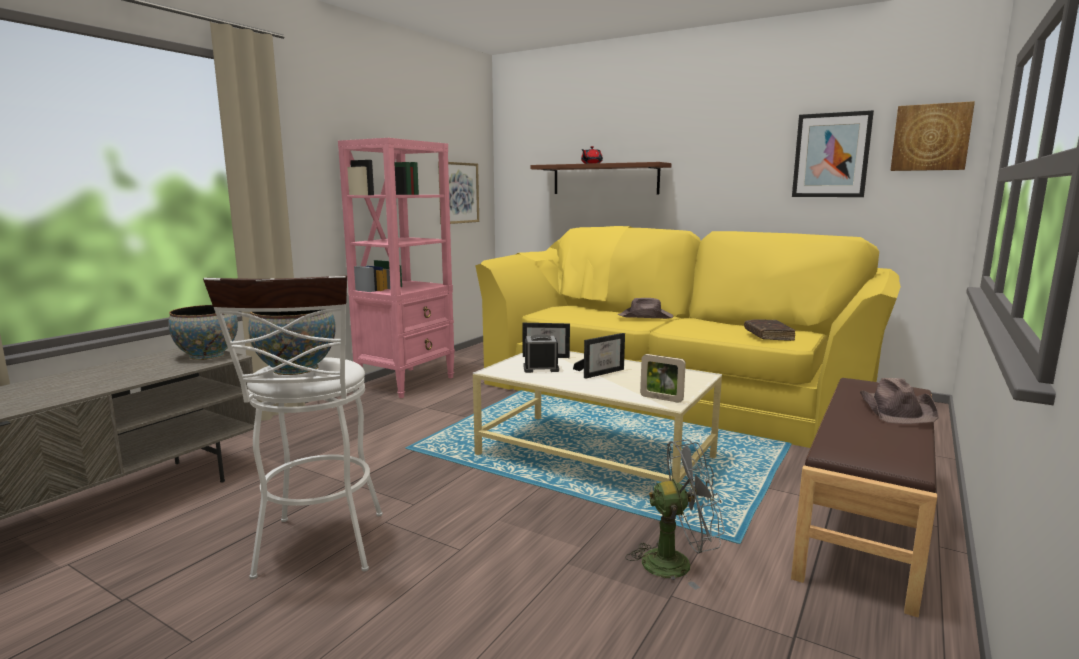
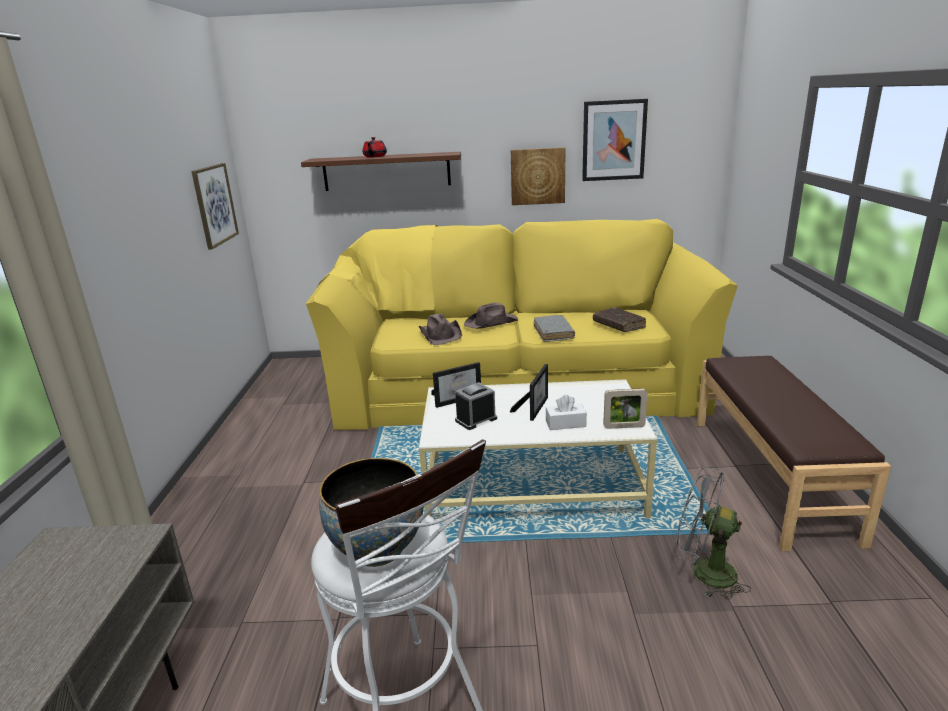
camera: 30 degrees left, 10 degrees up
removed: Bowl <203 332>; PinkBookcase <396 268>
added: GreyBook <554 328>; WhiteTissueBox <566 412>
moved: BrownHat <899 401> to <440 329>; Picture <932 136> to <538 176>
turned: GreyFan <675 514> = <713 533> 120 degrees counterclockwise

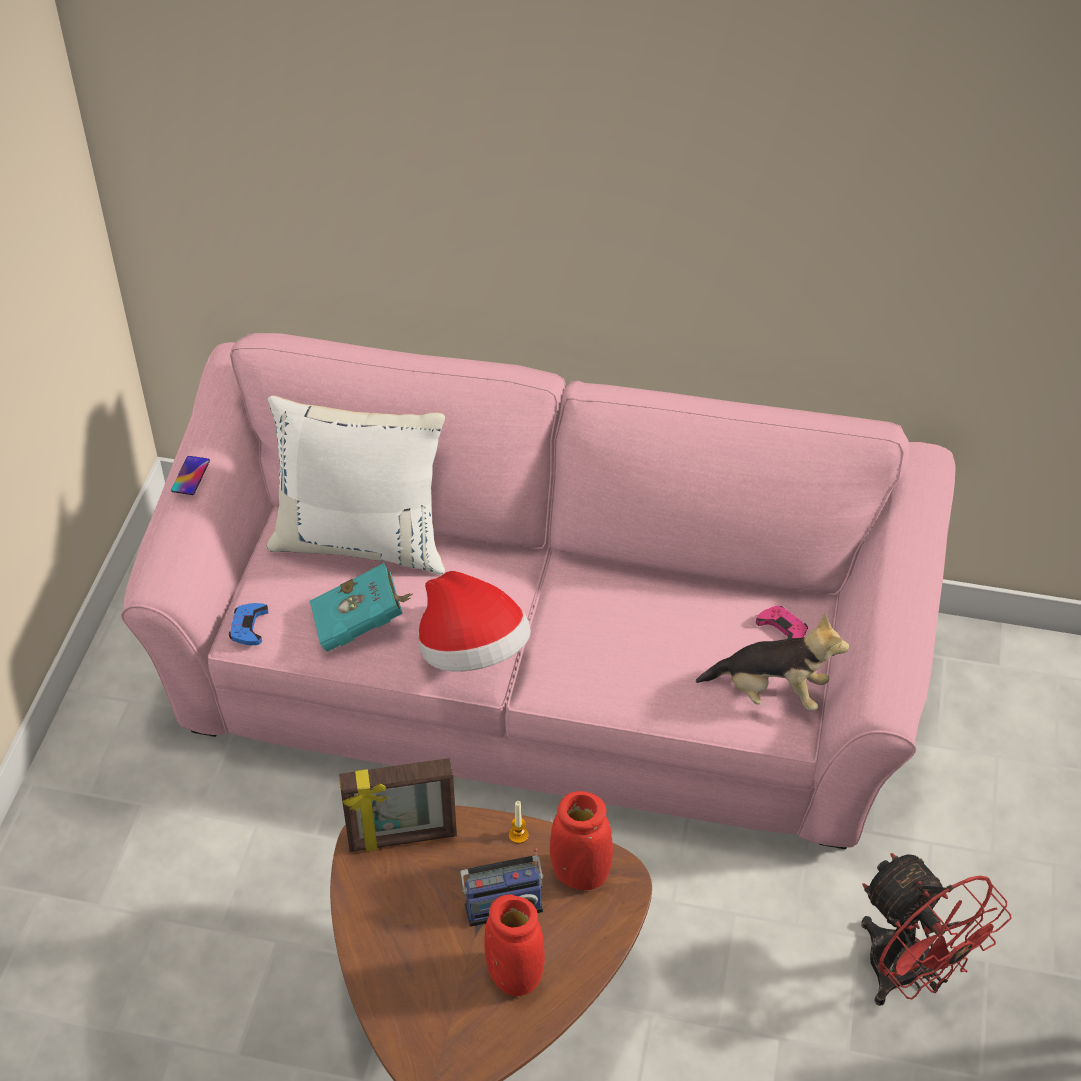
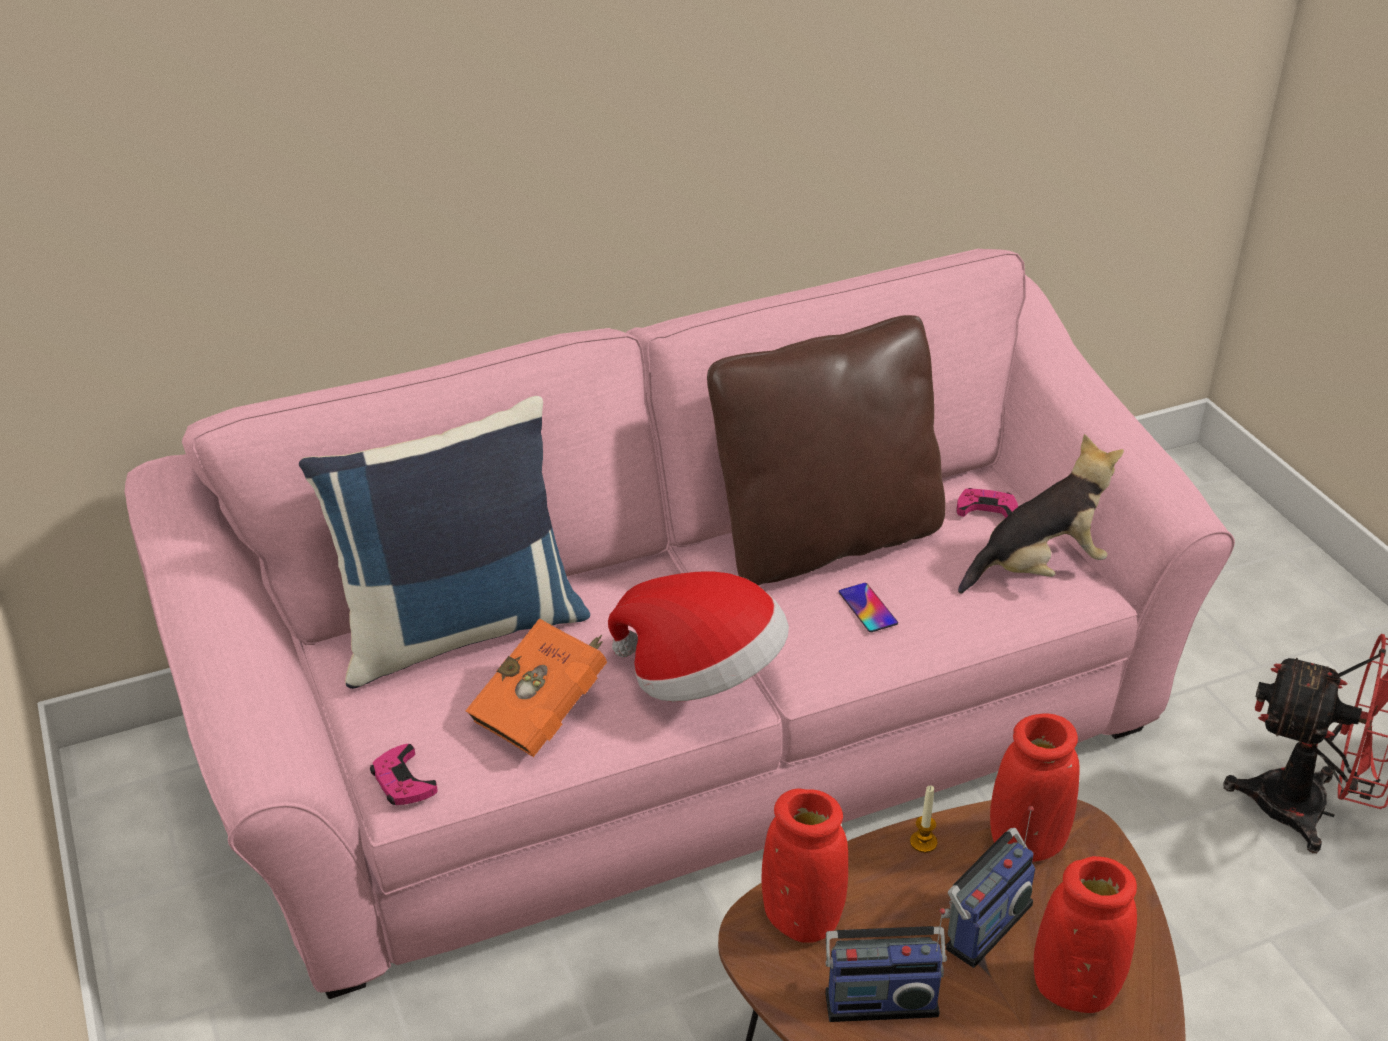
camera: 35 degrees left, 10 degrees down
added: BrownPillow <826 450>; Radio <886 965>
moved: Phone <190 475> to <868 607>
replaced: PictureFrame <398 805> to RedVase <805 866>
recoloured: BlueGameController <248 624> to PinkGameController <404 774>; WhitePillow <355 484> to BluePillow <444 542>; TurquoiseBook <361 607> to OrangeBook <536 687>

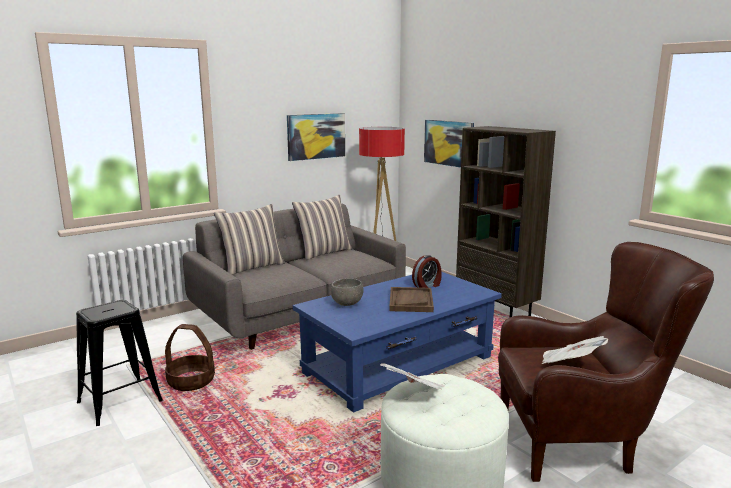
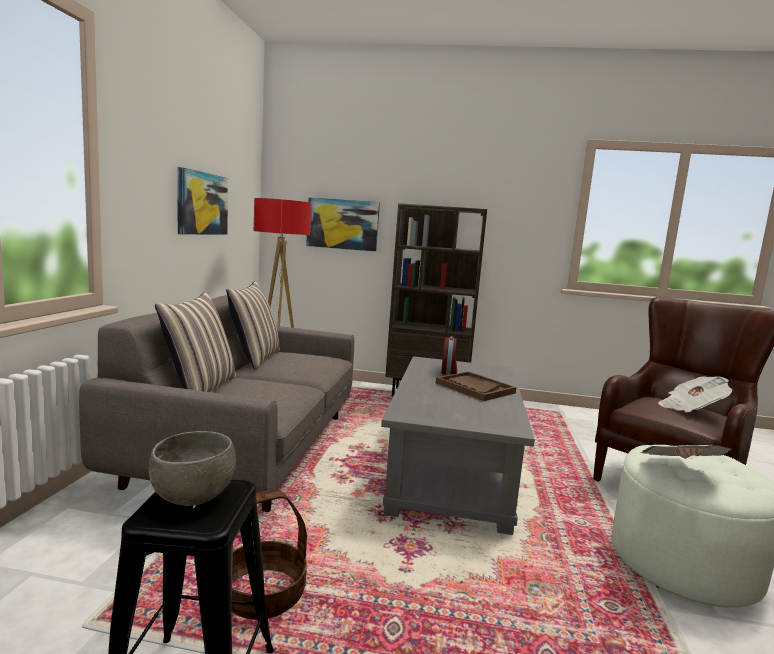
camera: 45 degrees left, 5 degrees down
moved: GreyBowl <347 292> to <192 468>
recoloured: BlueCoffeeTable <397 342> to GreyCoffeeTable <458 445>

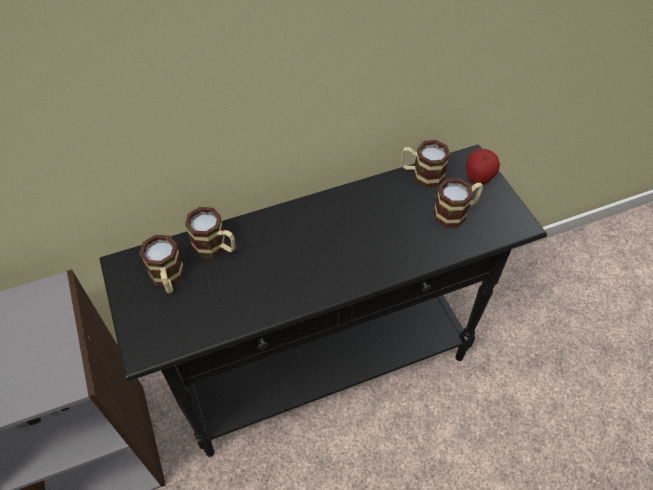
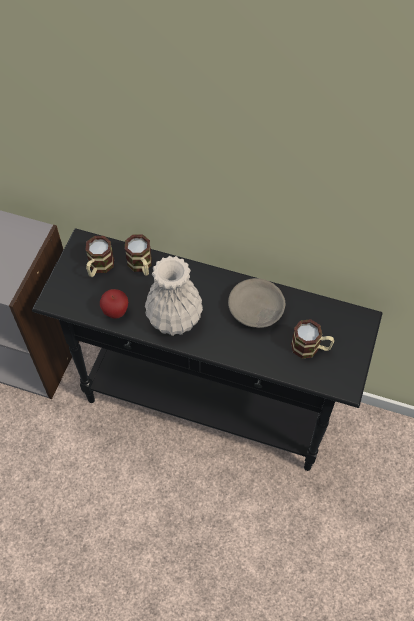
camera: 40 degrees right, 5 degrees up
removed: Mug <425 164>
added: WhiteVase <174 296>; GreyBowl <256 303>
moved: Apple <483 167> to <114 304>

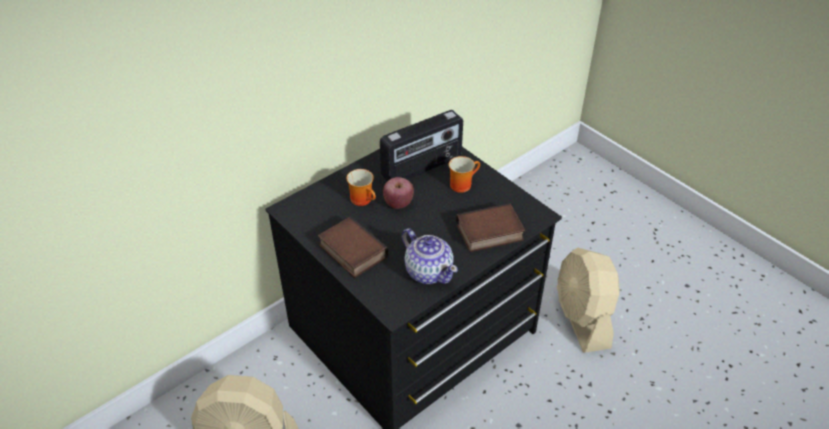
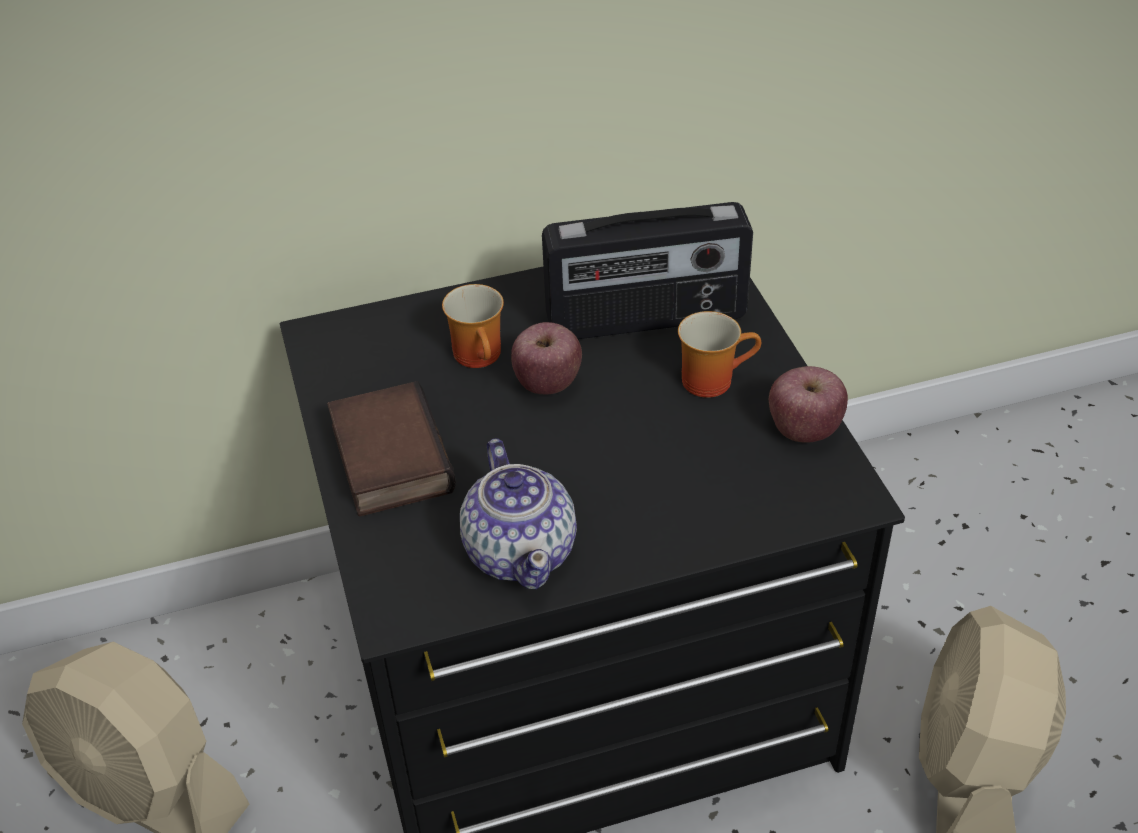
camera: 25 degrees right, 0 degrees up
removed: Book <490 227>
added: Apple <808 404>

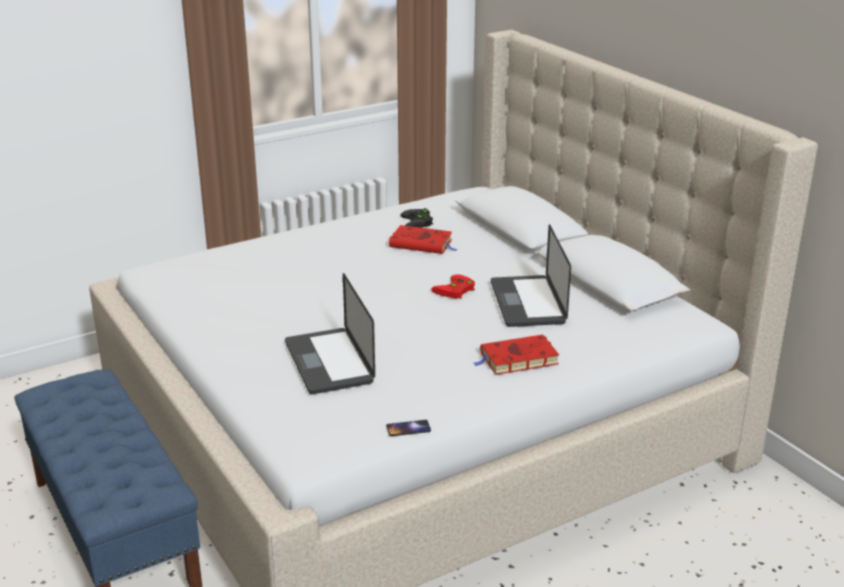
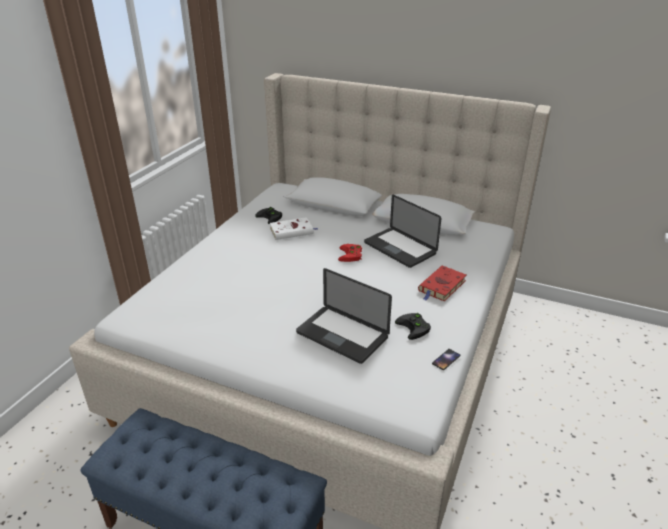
camera: 35 degrees left, 5 degrees up
added: BlackGameController <413 326>
recoloured: RedBook <423 239> to WhiteBook <294 228>

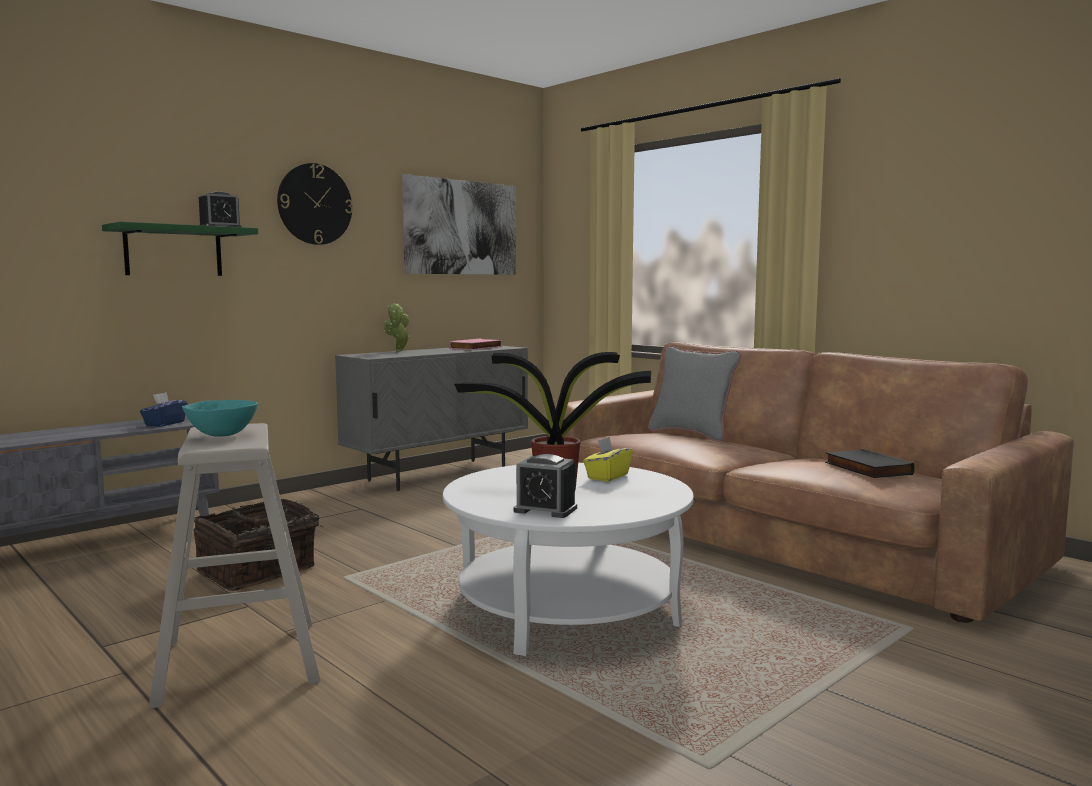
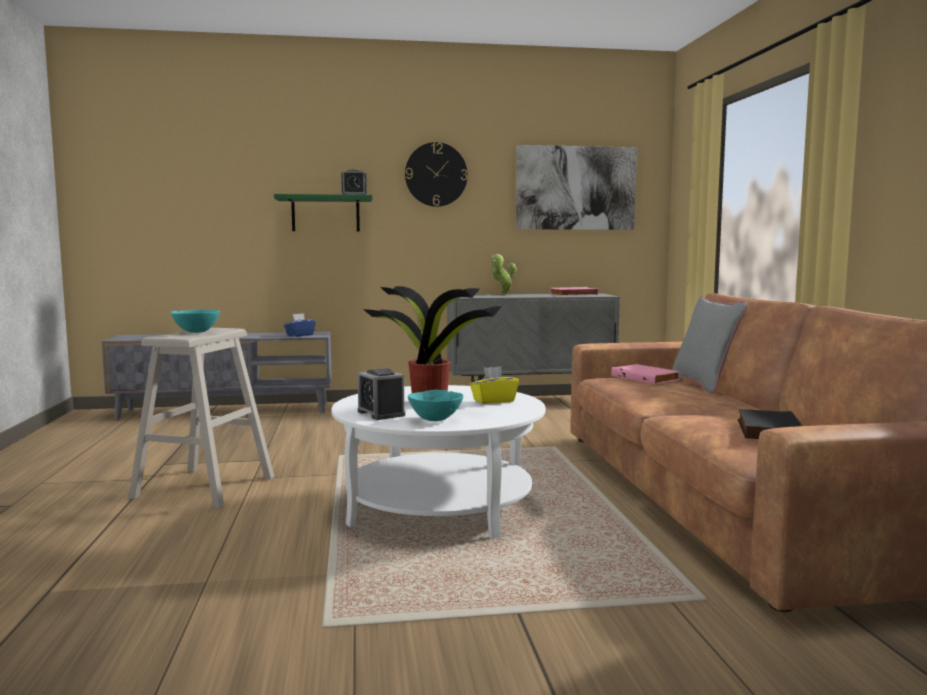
camera: 35 degrees right, 0 degrees up
removed: Basket <258 544>
added: TurquoiseBowl <435 405>; PinkBook <645 374>

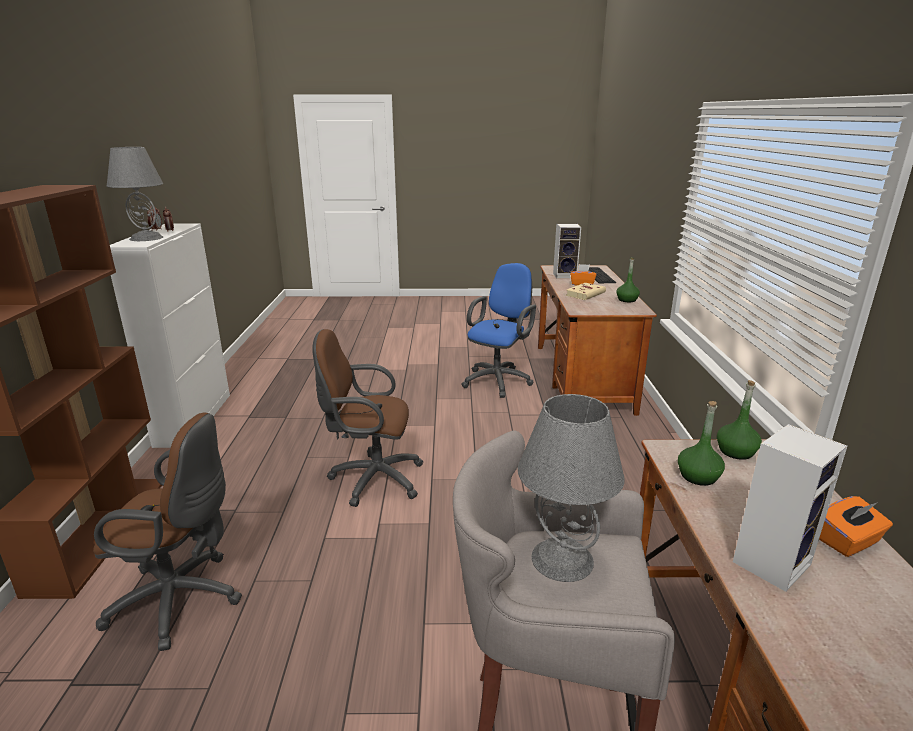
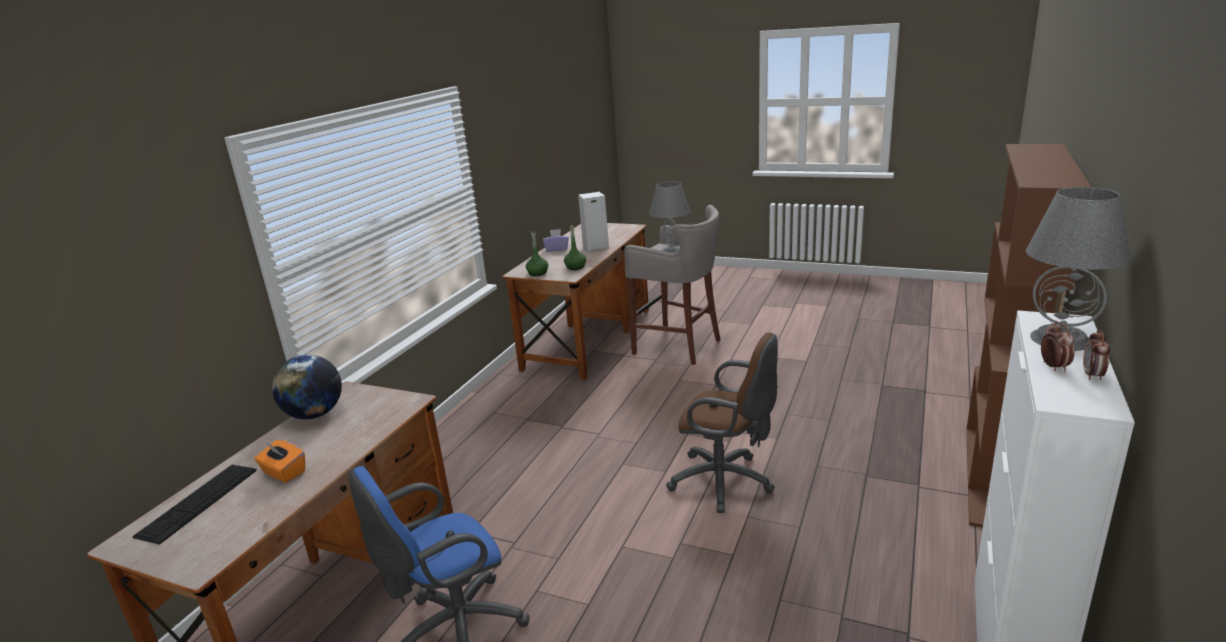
camera: 155 degrees left, 0 degrees up
removed: BrownOfficeChair <167 532>; Speaker <567 251>; BeigeBook <586 291>
replaced: GreenBottle <628 280> to Globe <307 387>
recoloured: OrangeTissueBox <856 526> to PurpleTissueBox <556 240>

